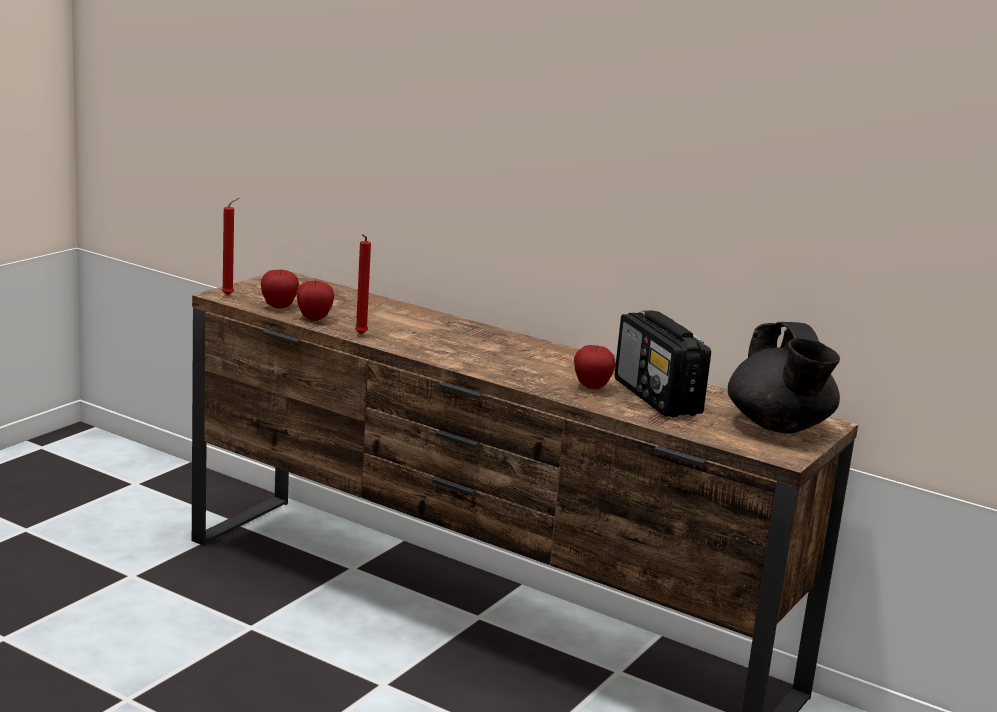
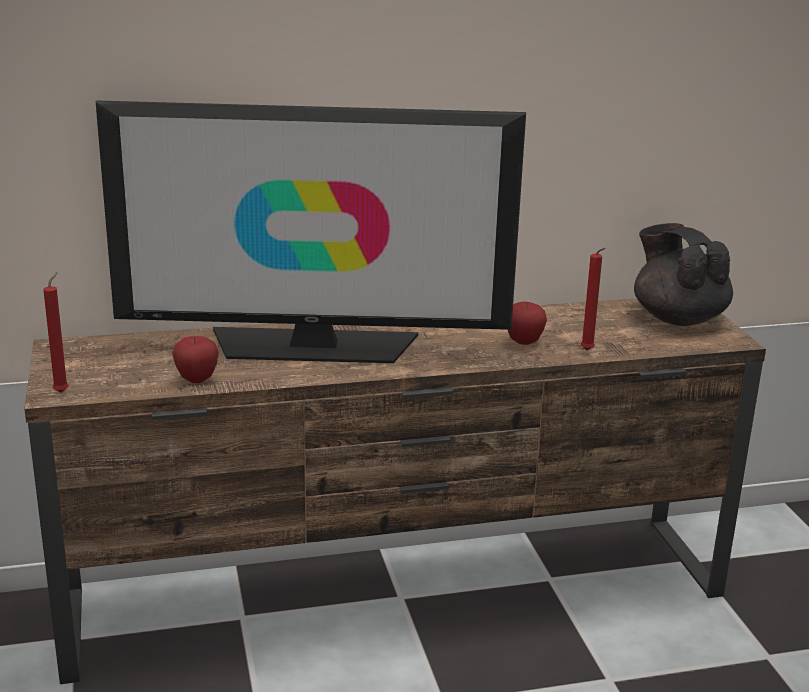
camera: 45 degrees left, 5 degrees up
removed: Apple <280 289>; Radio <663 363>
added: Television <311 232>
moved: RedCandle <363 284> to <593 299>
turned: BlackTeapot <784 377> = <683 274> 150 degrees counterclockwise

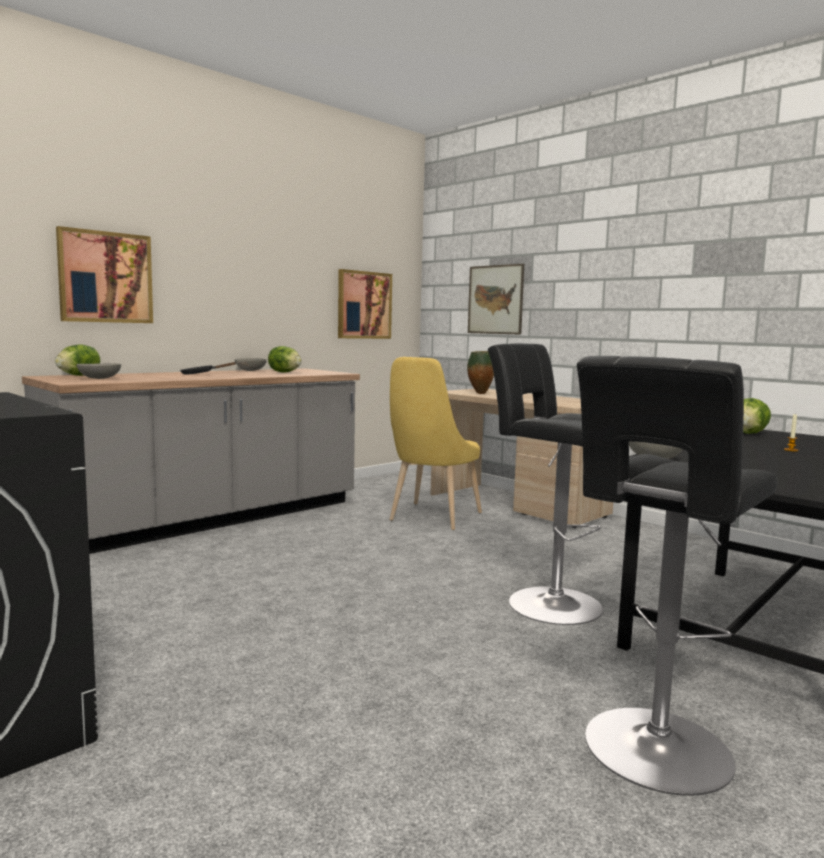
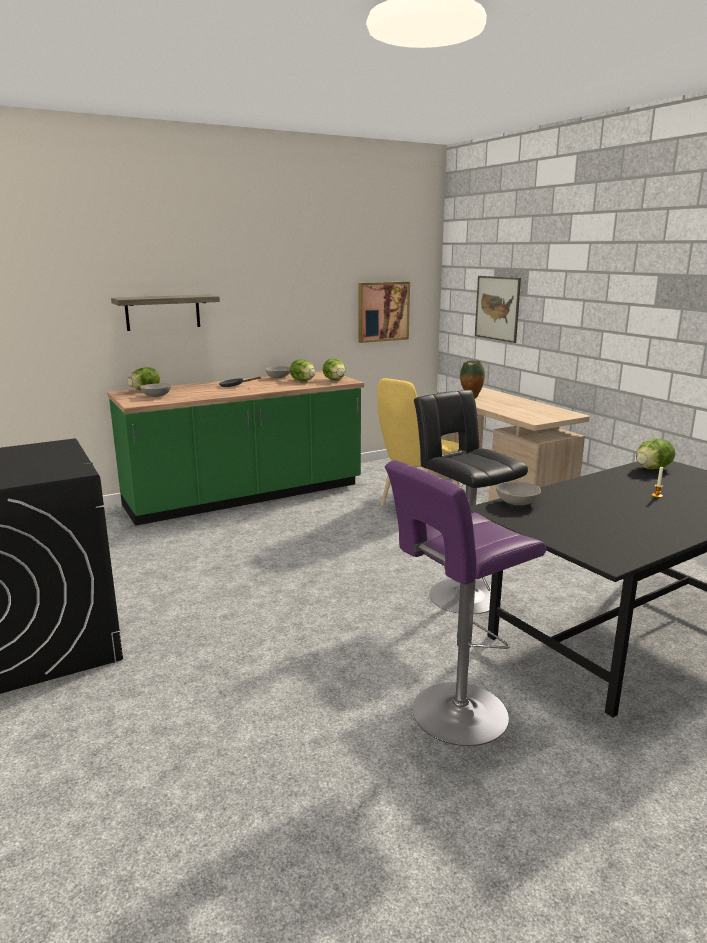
camera: 15 degrees right, 10 degrees up
added: Lettuce <334 369>
replaced: Picture <104 274> to Shelf <165 313>
recoloured: GreyCounter <191 461> to GreenCounter <235 448>; BlackStool <677 576> to PurpleStool <465 603>

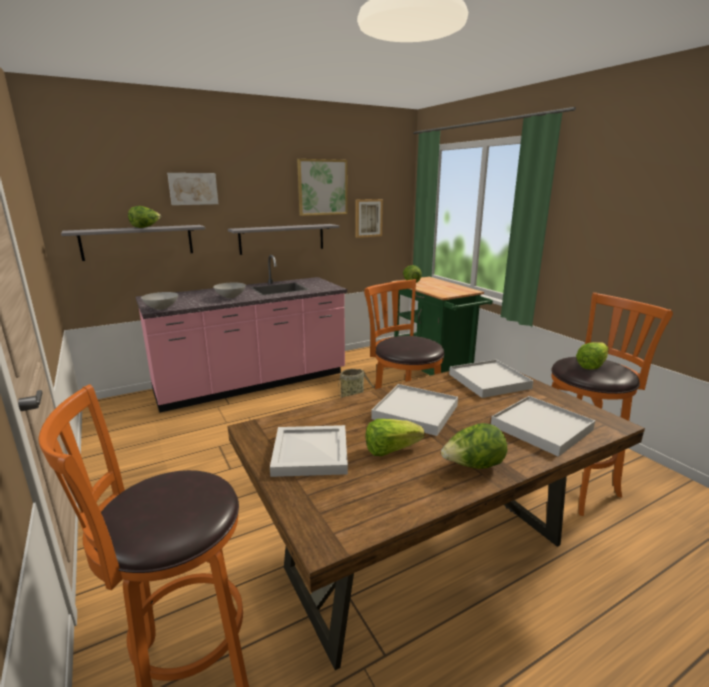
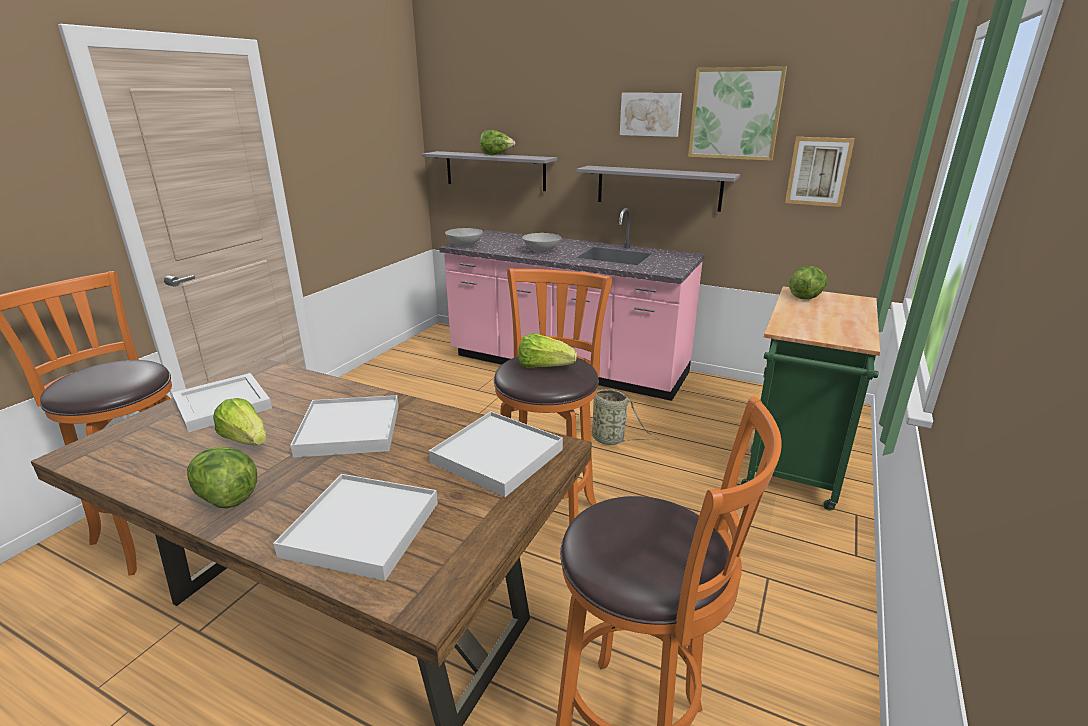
camera: 55 degrees right, 5 degrees up
moved: Picture <192 189> to <651 115>; Lettuce <592 356> to <547 350>

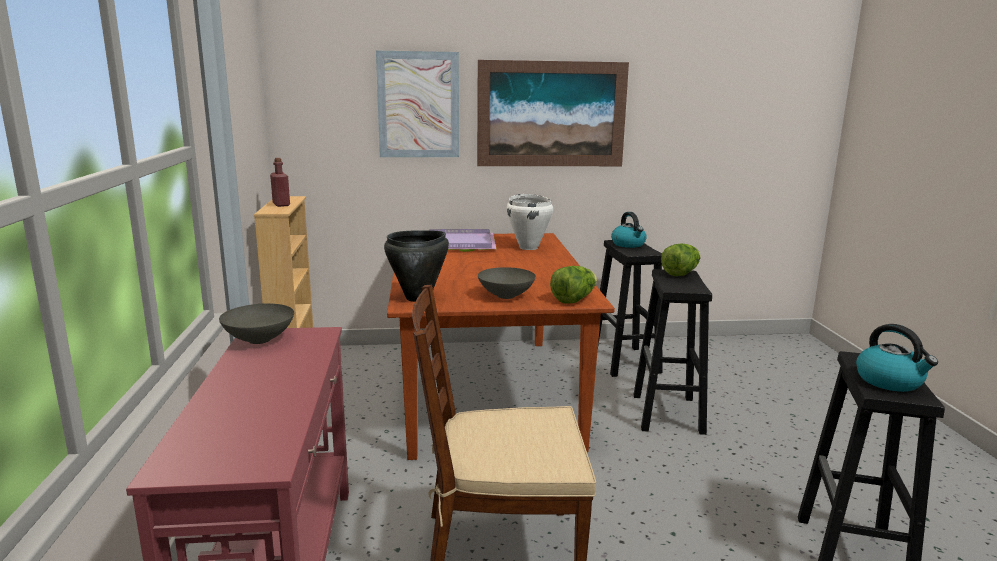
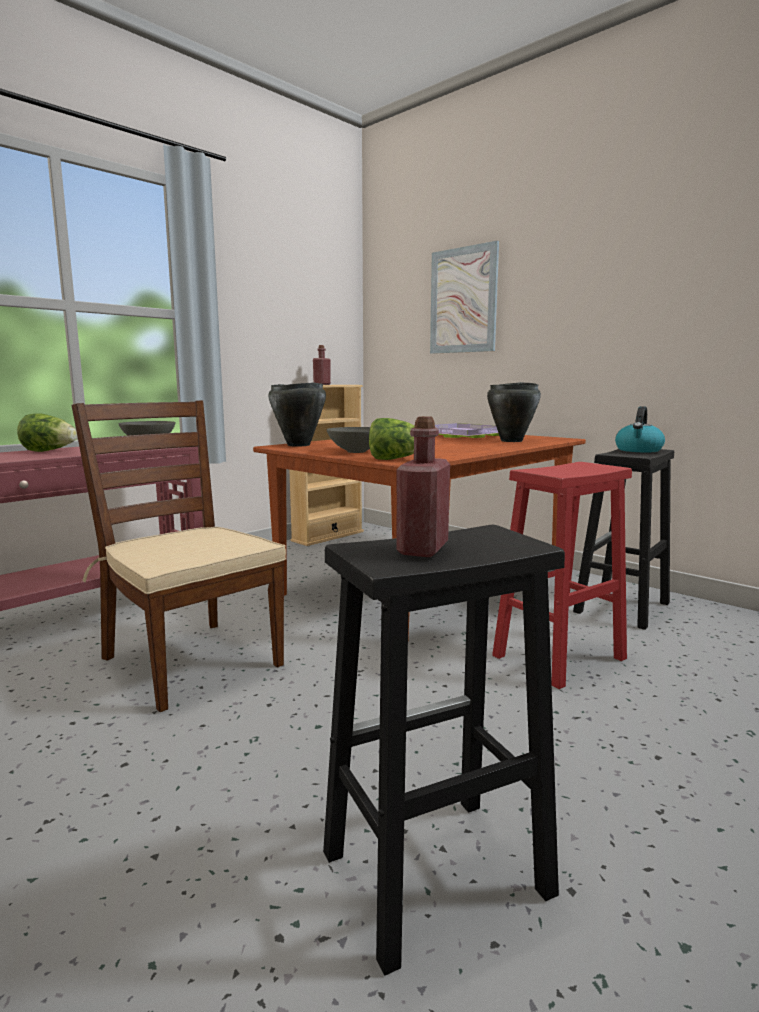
camera: 50 degrees right, 5 degrees down
removed: Picture <553 113>
moved: Lettuce <681 259> to <47 432>
replaced: Kettle <897 358> to RedBottle <423 486>
recoloured: WhiteCookingPot <530 222> to BlackCookingPot <514 412>; BlackStool <672 352> to RedStool <562 575>

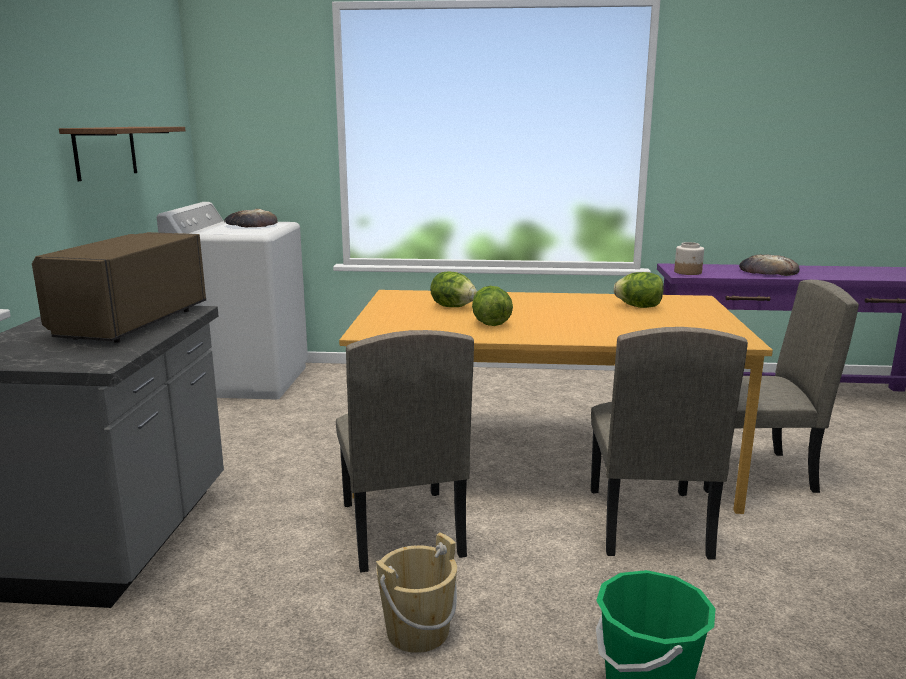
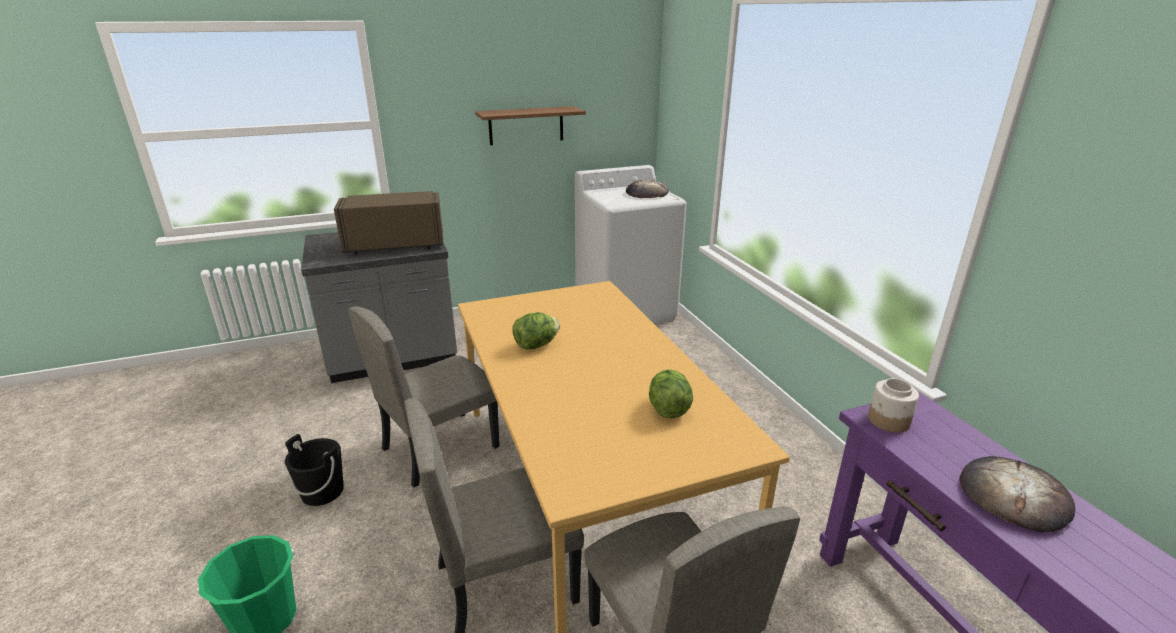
camera: 65 degrees right, 10 degrees up
removed: Lettuce <453 289>
recoloured: BeigeBucket <416 592> to BlackBucket <314 470>

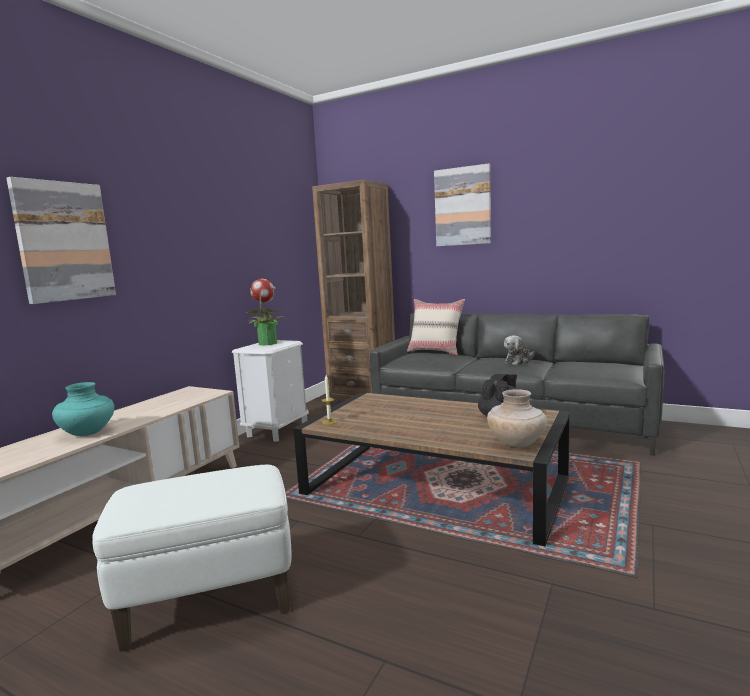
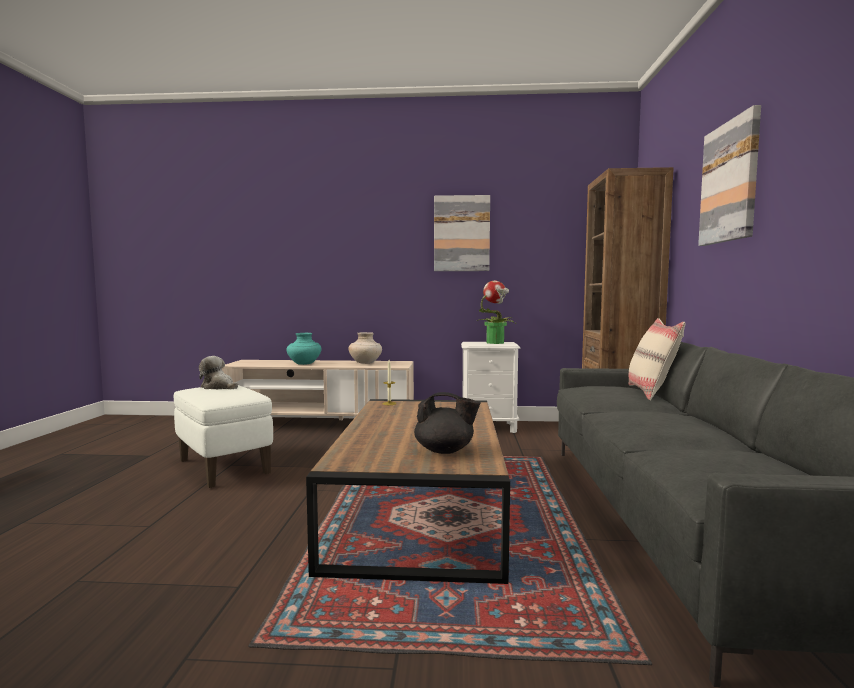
camera: 65 degrees right, 5 degrees down
moved: Picture <61 240> to <462 233>; BeigeVase <517 418> to <365 348>; PlushToy <519 350> to <218 373>

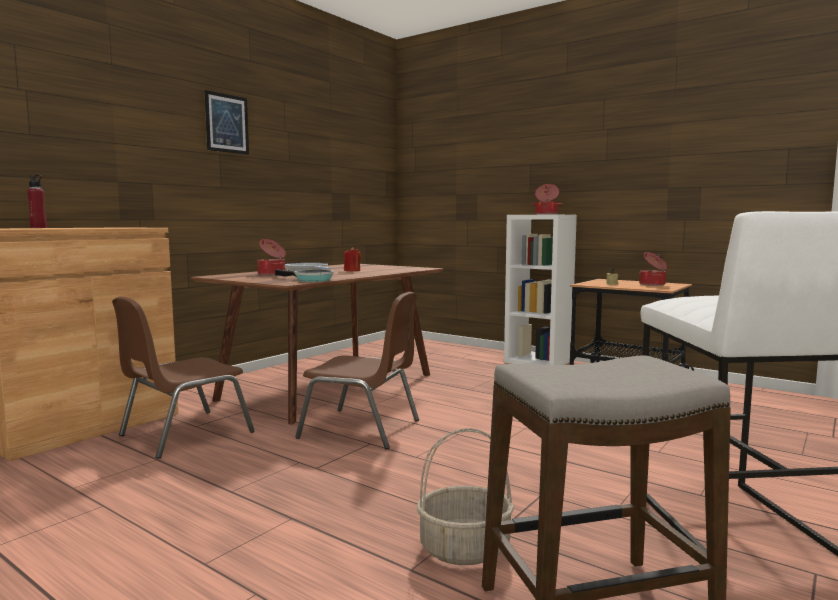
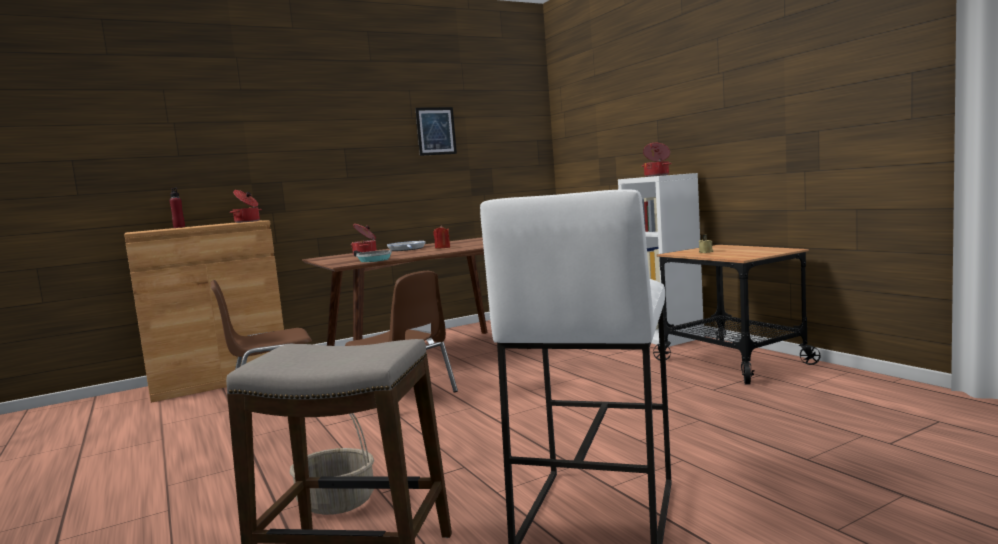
camera: 25 degrees right, 0 degrees up
moved: Picture <227 122> to <436 131>; CookingPot <653 269> to <246 206>

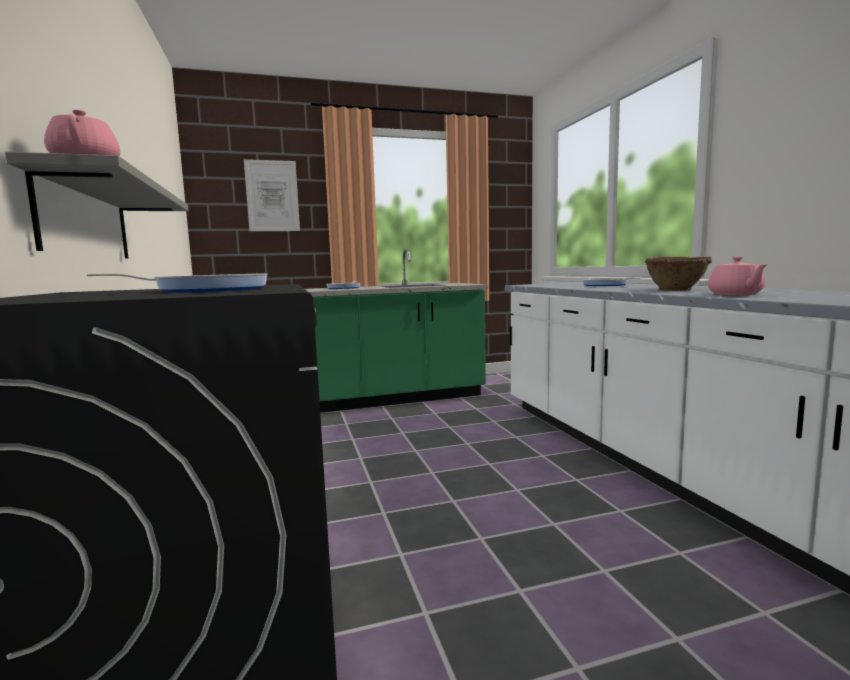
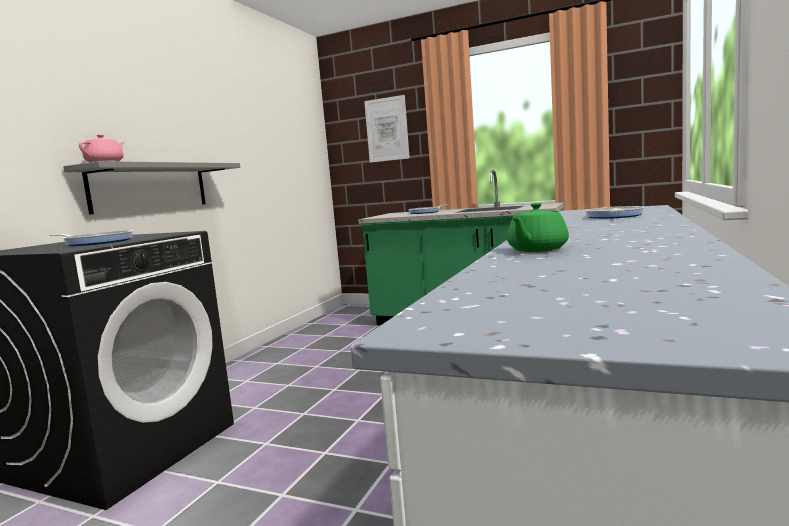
camera: 40 degrees right, 0 degrees up
removed: BrownBowl <678 273>
recoloured: PinkTeapot <737 276> to GreenTeapot <538 227>

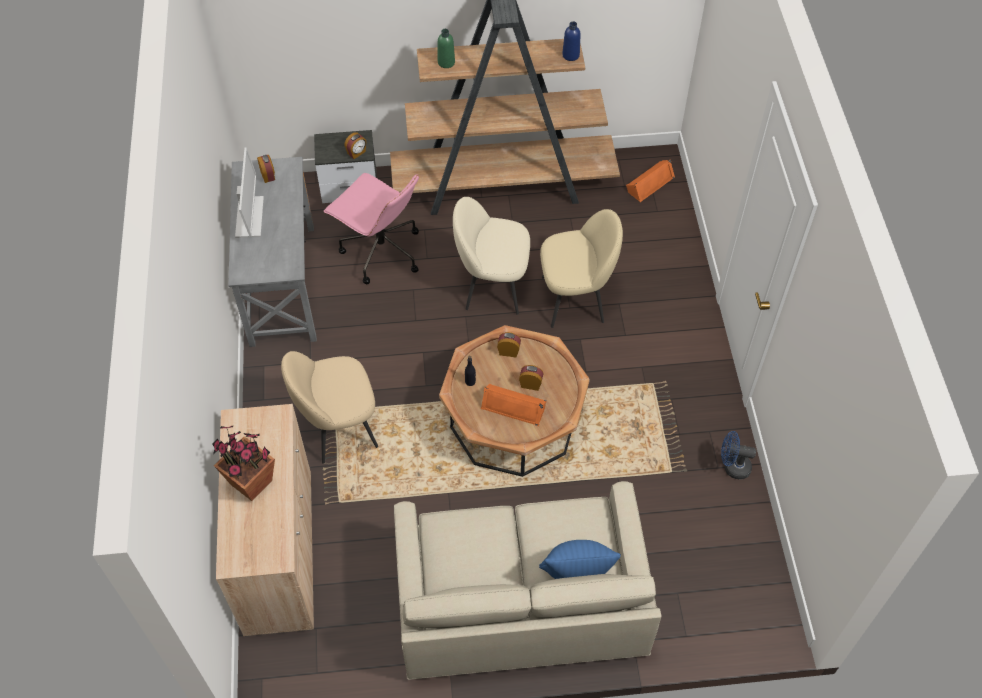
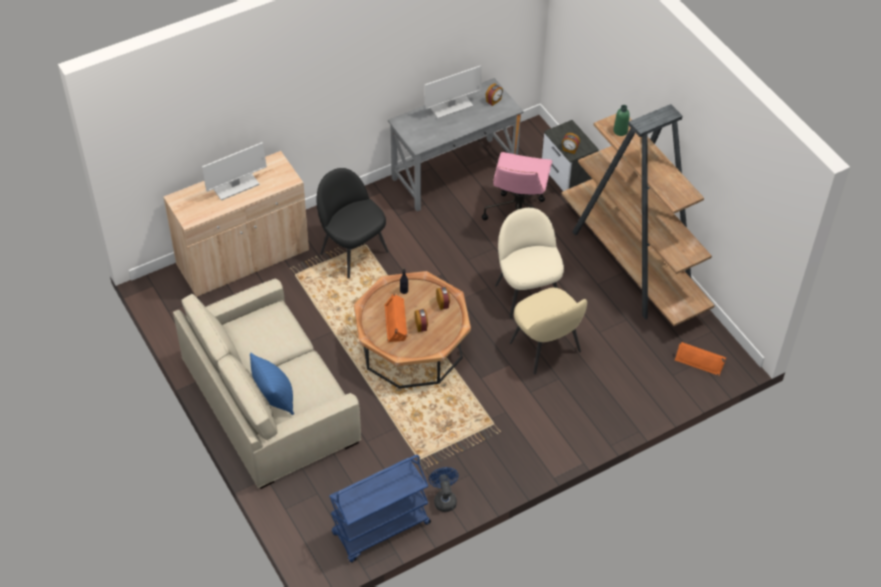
camera: 65 degrees right, 5 degrees down
removed: BlueBottle <571 41>
added: BlueCart <380 508>
replaced: PottedPlant <244 463> to Monitor <234 171>
recoloured: BeigeChair <329 407> to BlackChair <353 223>

